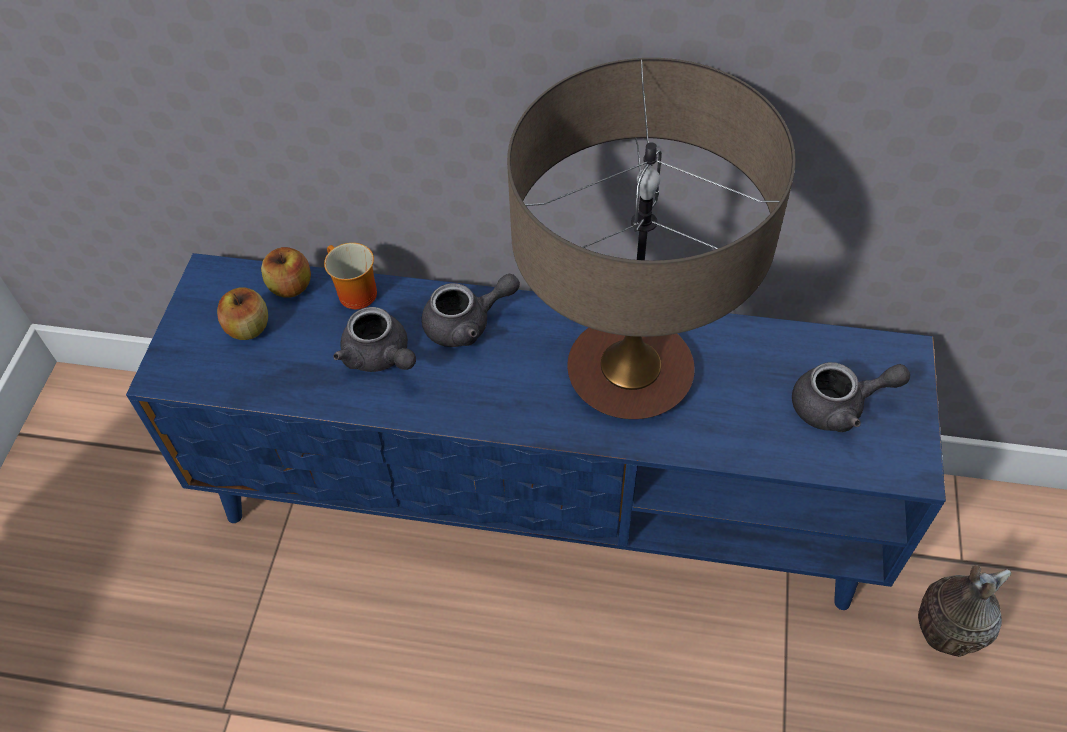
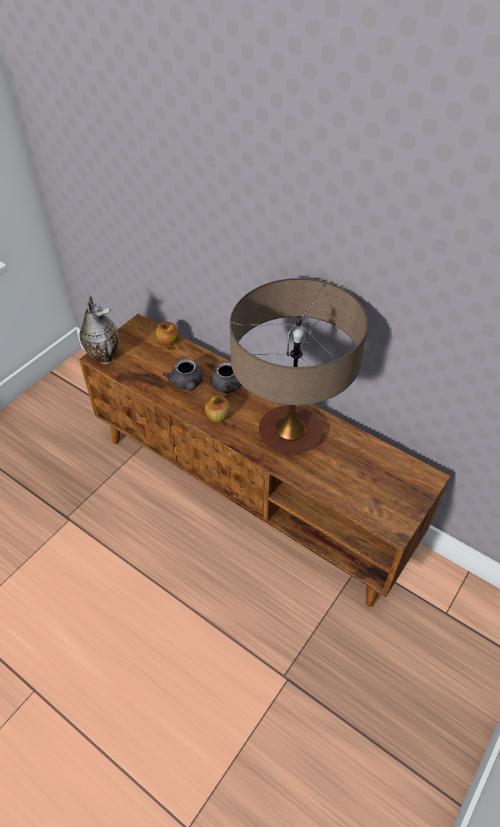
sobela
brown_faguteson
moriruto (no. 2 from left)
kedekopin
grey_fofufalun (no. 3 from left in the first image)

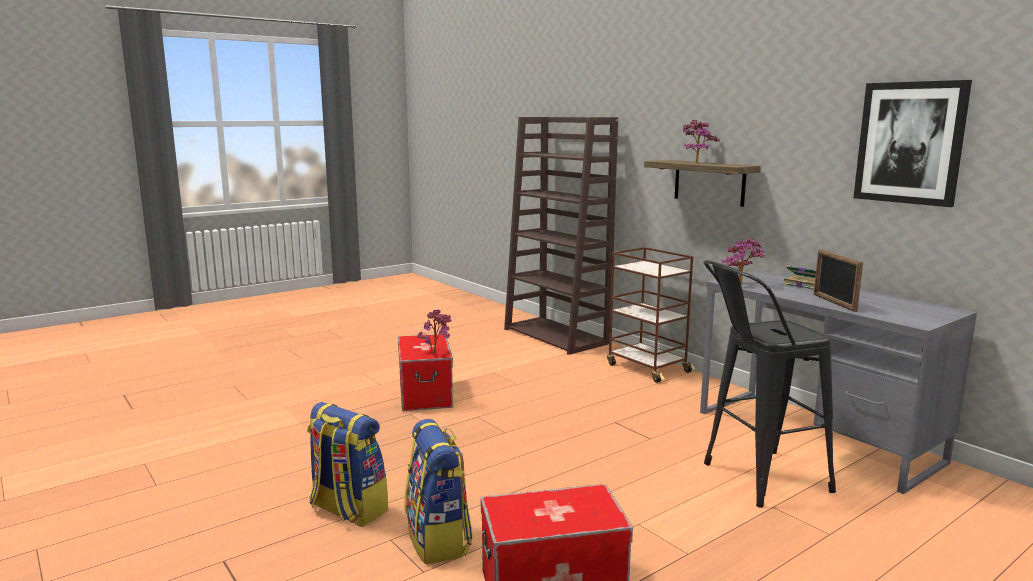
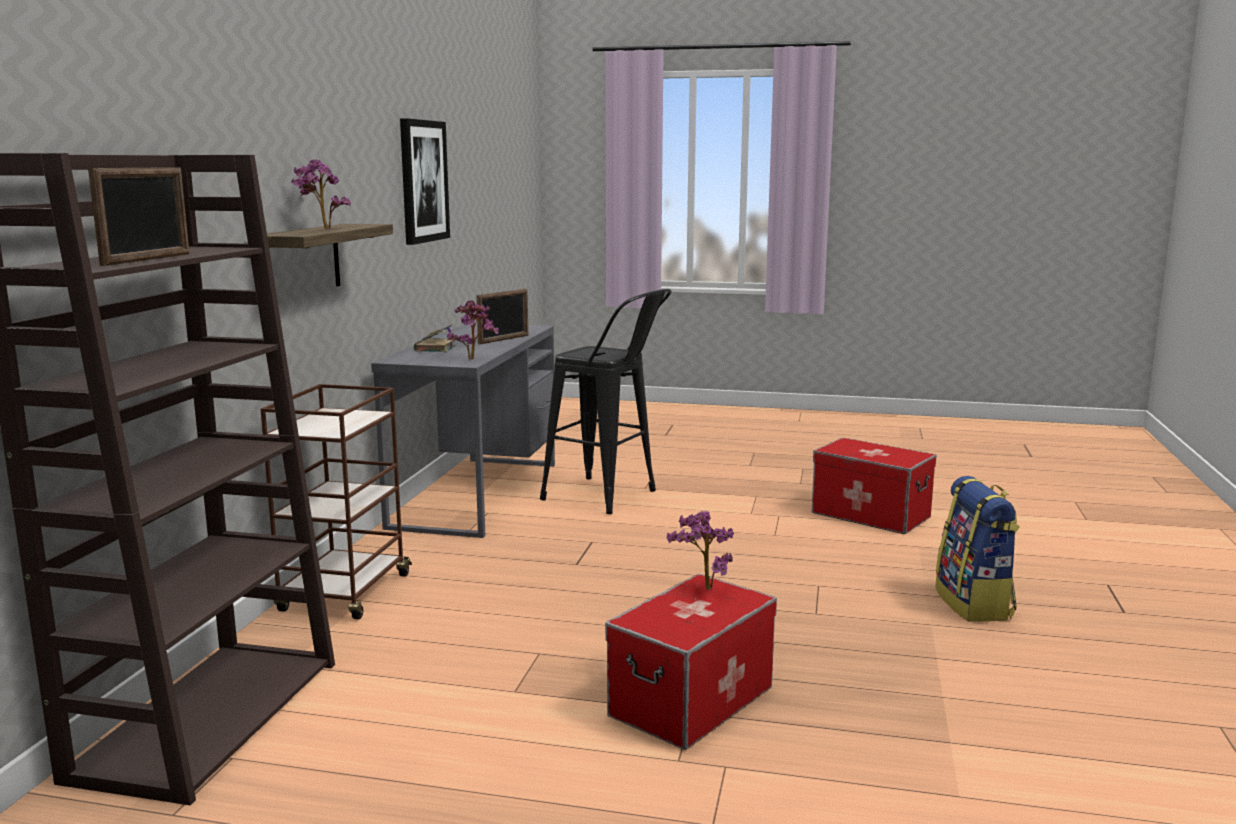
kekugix (no. 1 from left)
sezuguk (no. 2 from left in the first image)

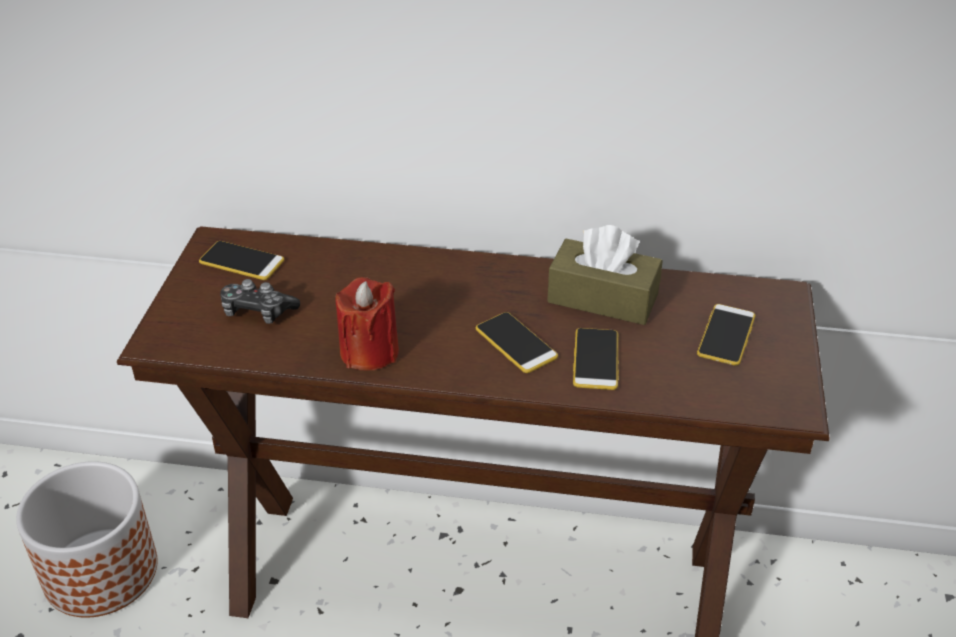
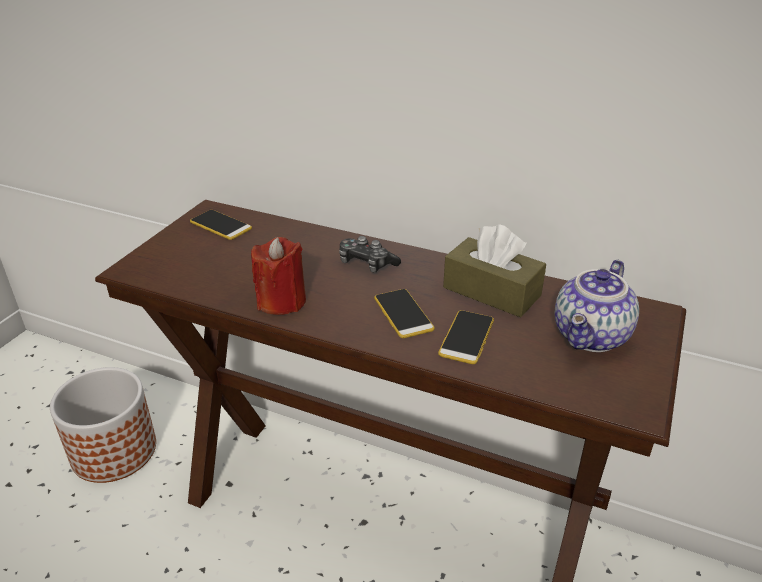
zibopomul
fofufalun

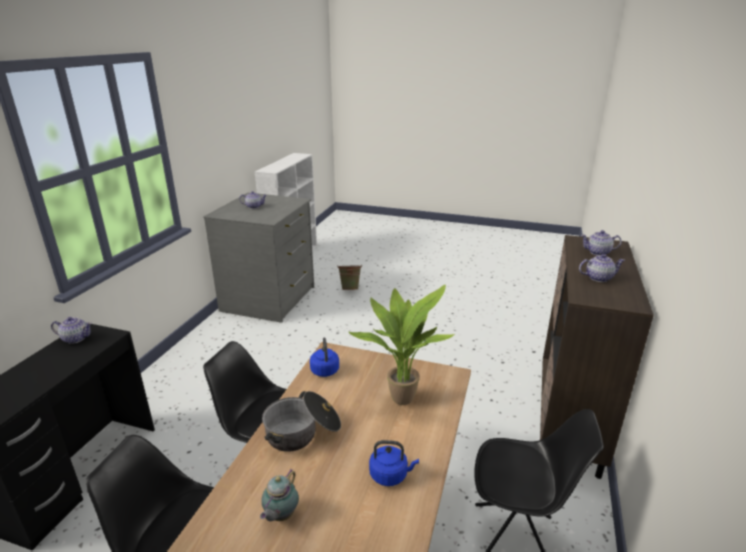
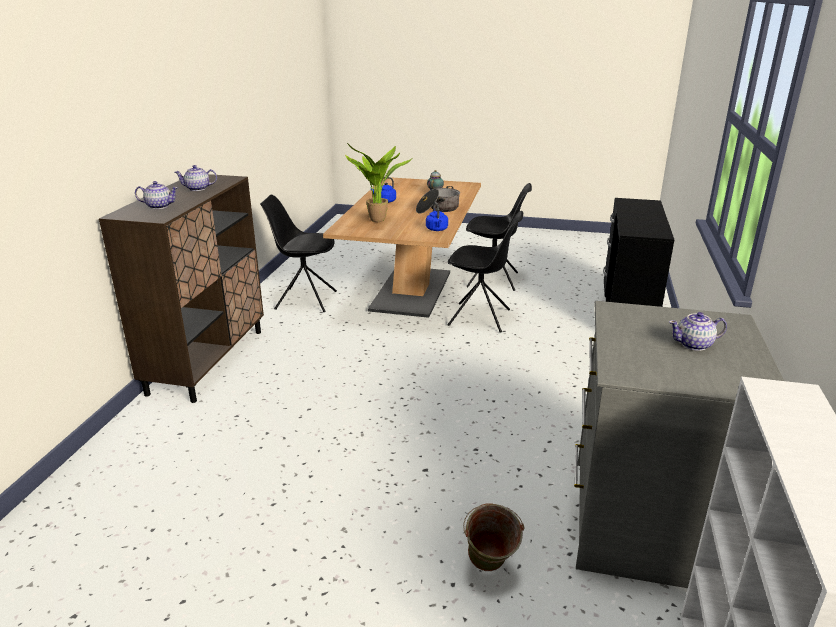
fofufalun (no. 1 from left in the first image)

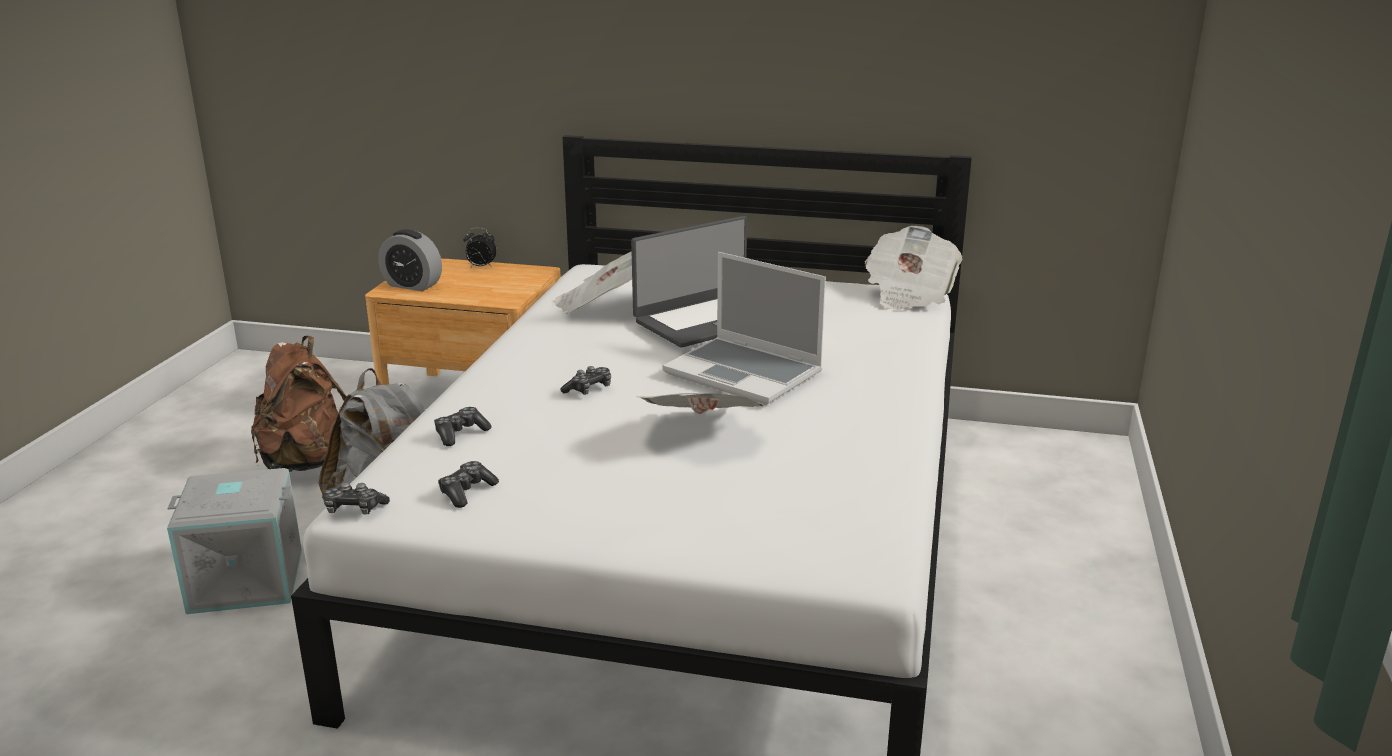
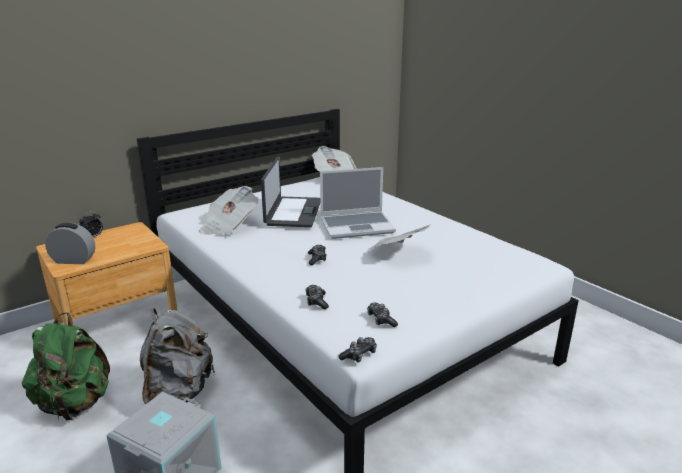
green_sezuguk
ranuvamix (no. 1 from left)

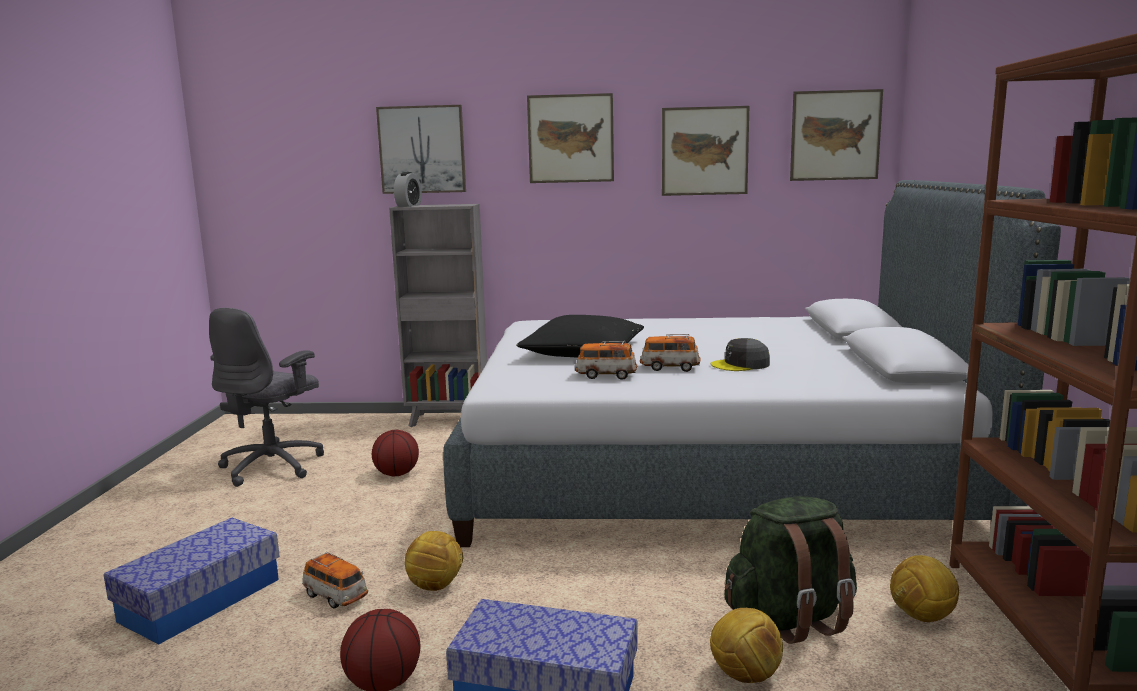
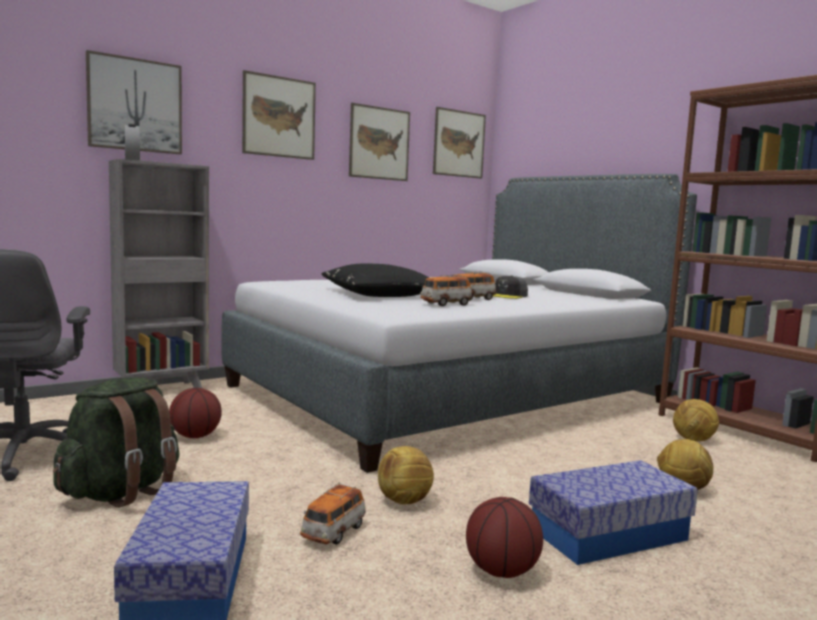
green_sezuguk
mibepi (no. 1 from left)

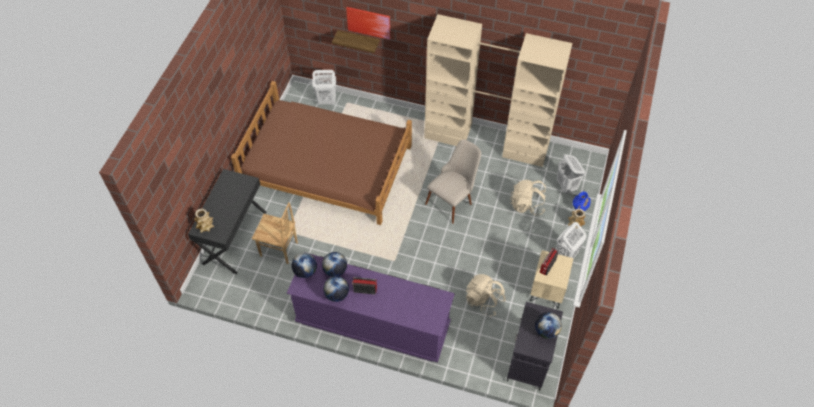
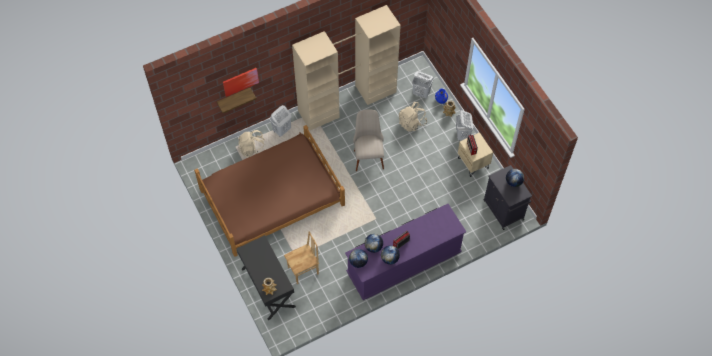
beige_sezuguk (no. 1 from left)
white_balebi (no. 1 from left)

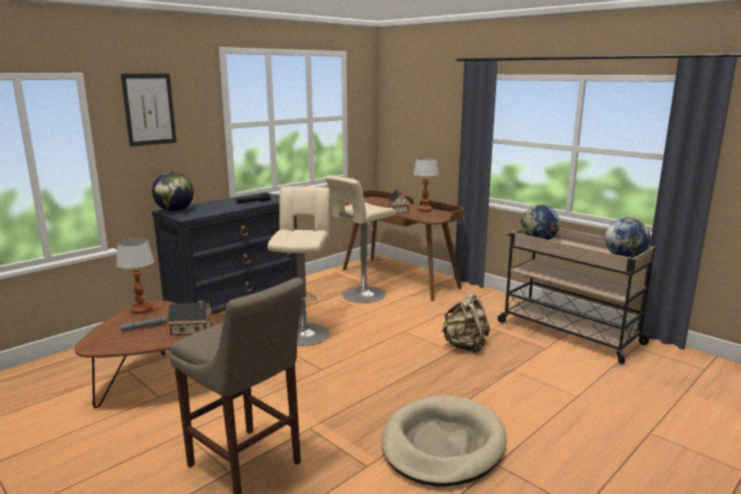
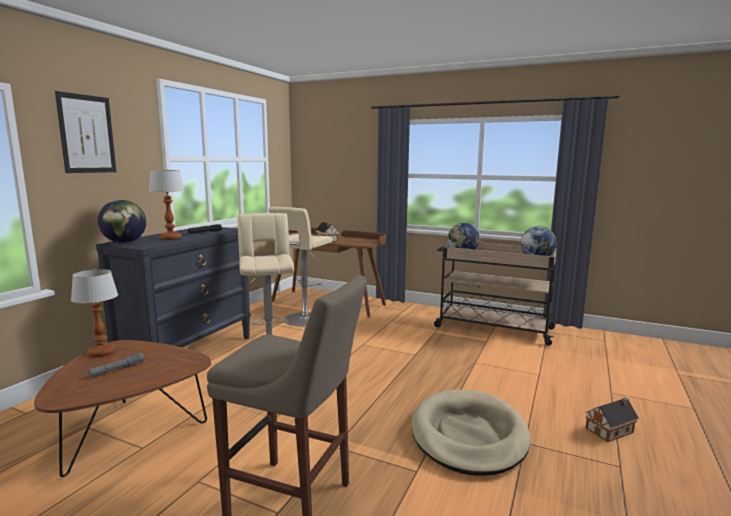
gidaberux (no. 2 from left)
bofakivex (no. 2 from left)
beige_sezuguk

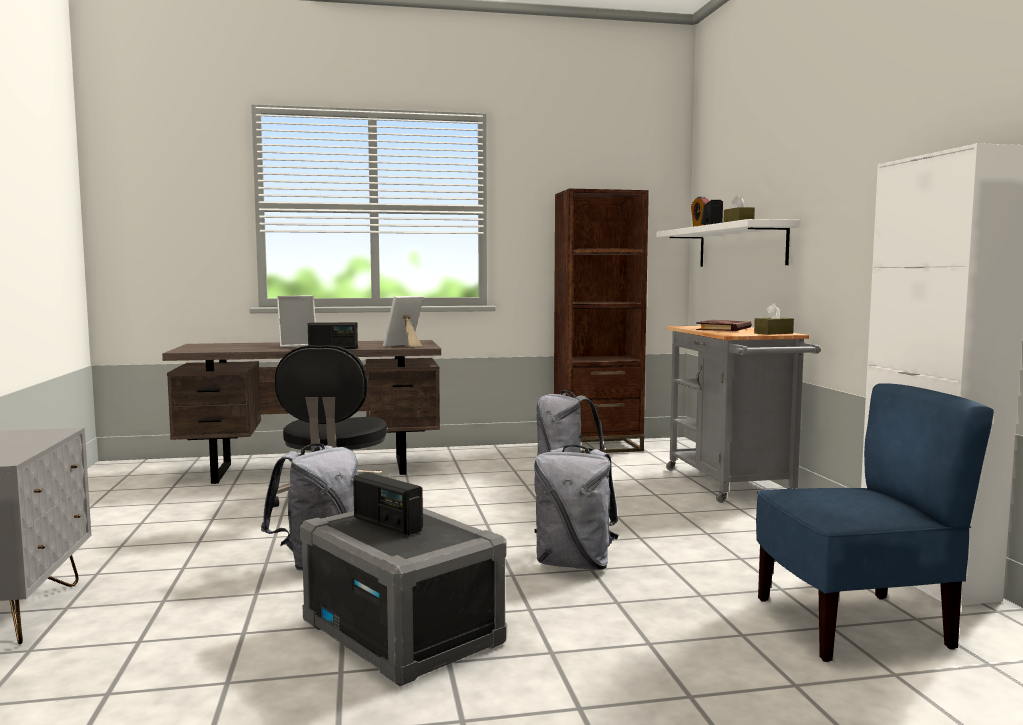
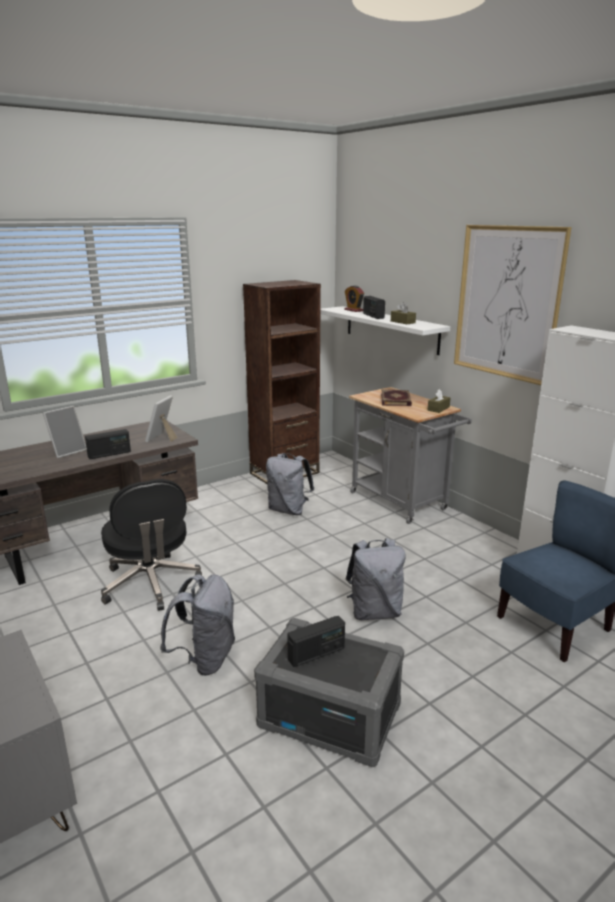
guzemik (no. 2 from left)
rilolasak

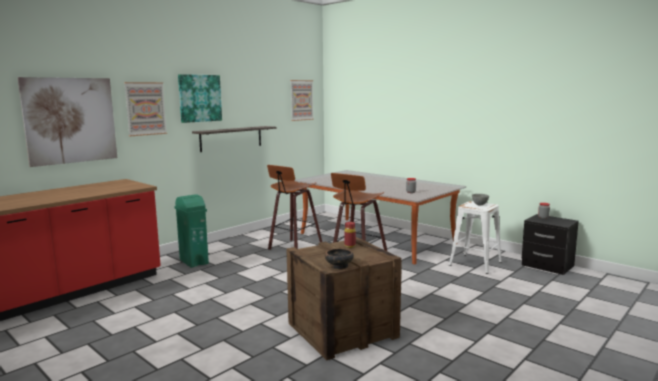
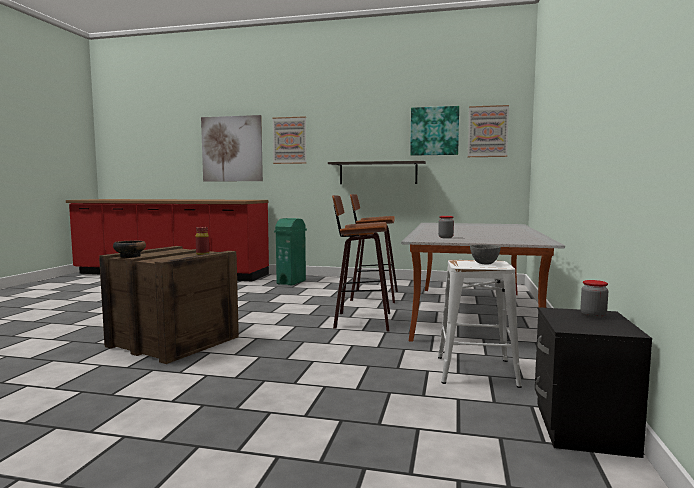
rilolasak (no. 3 from left)

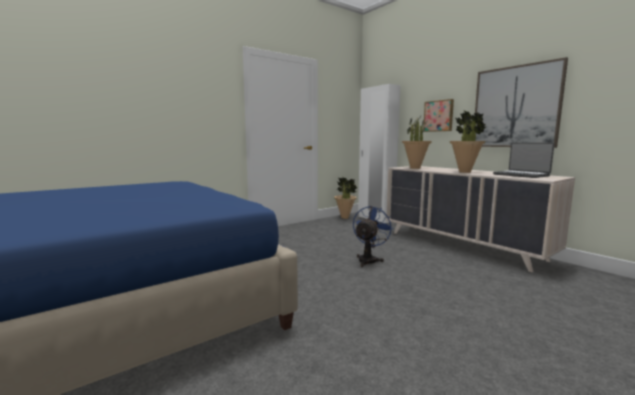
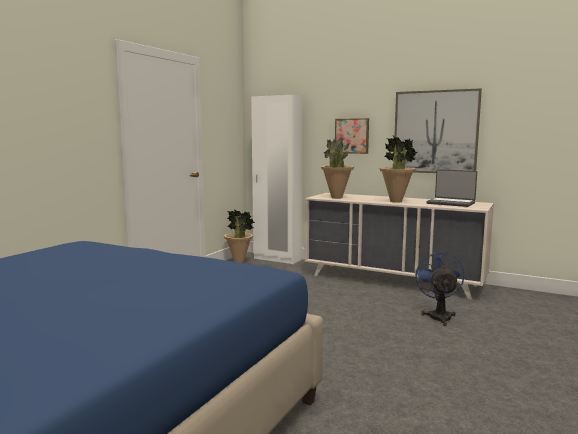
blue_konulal

